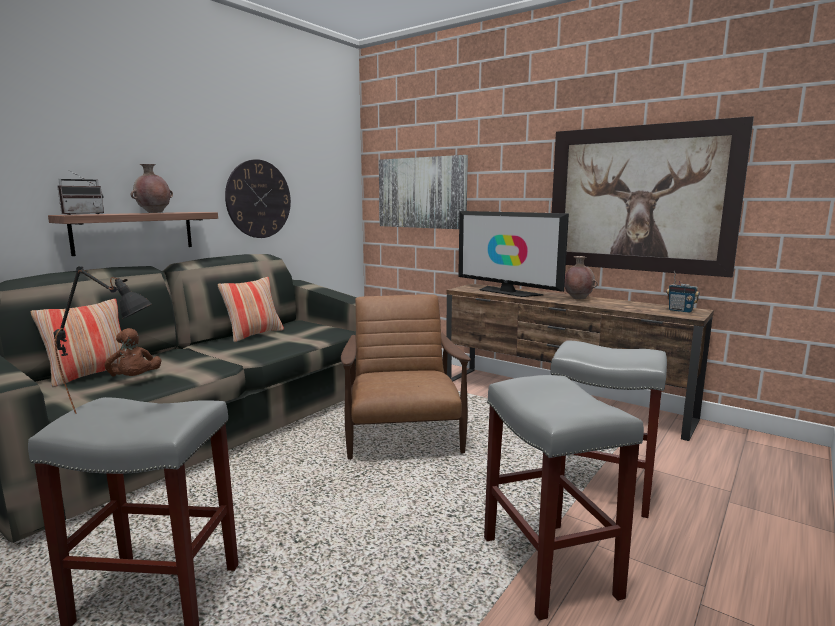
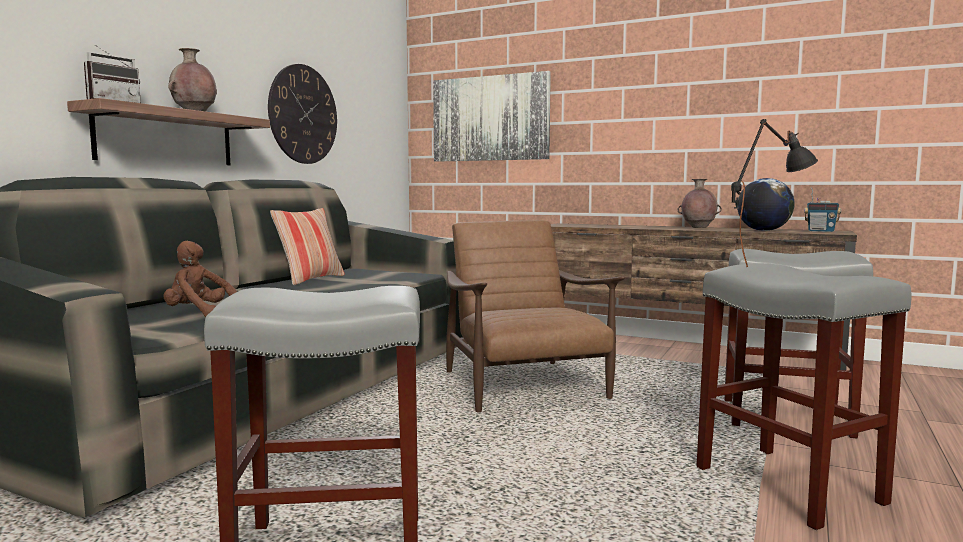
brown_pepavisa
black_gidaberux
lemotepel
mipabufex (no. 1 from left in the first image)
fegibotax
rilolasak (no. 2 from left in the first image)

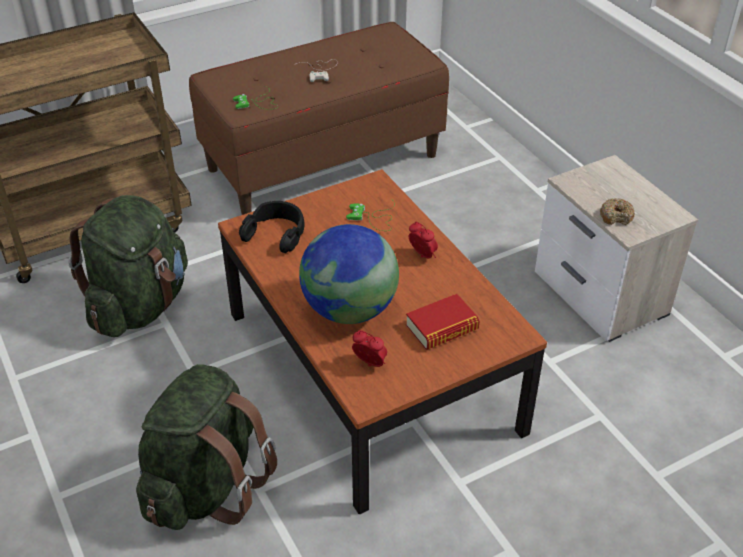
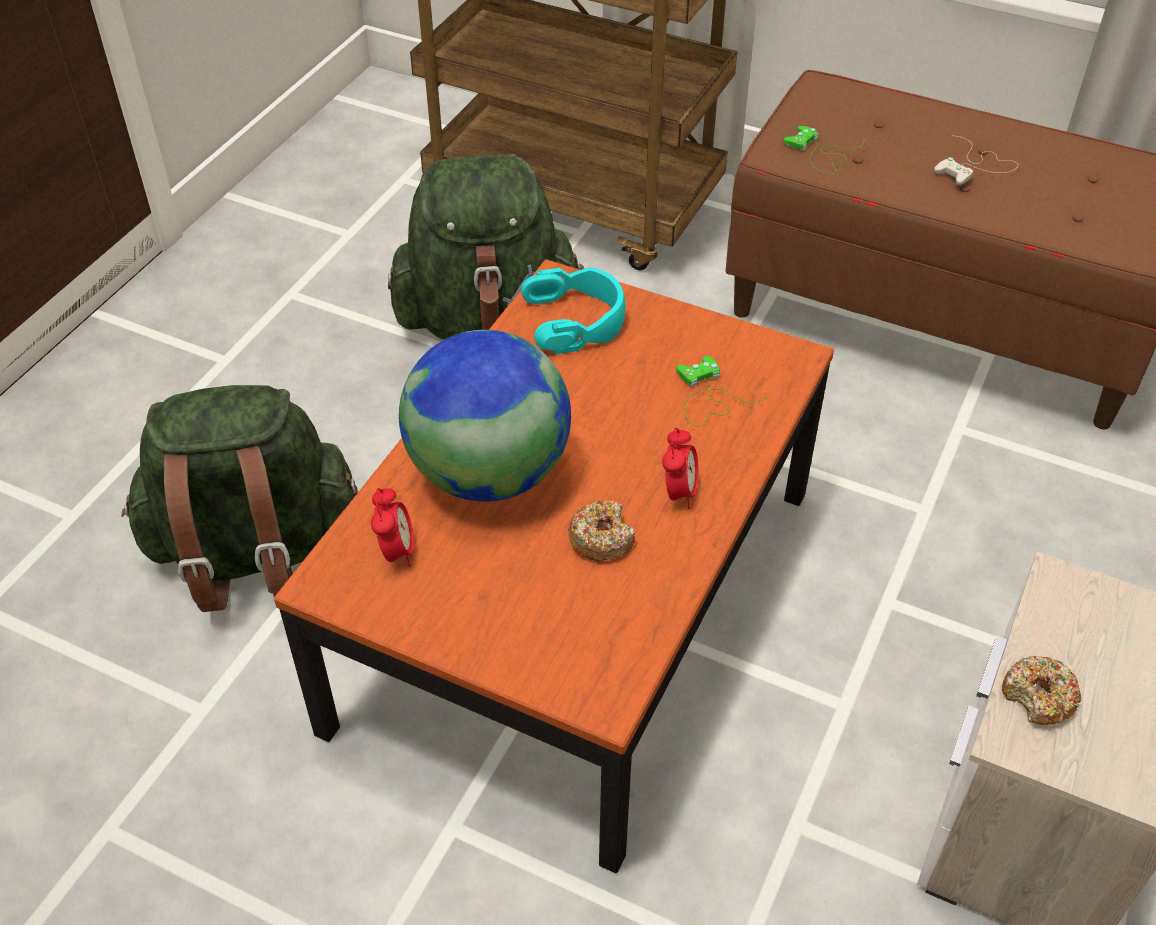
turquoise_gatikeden
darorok (no. 1 from left)
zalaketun

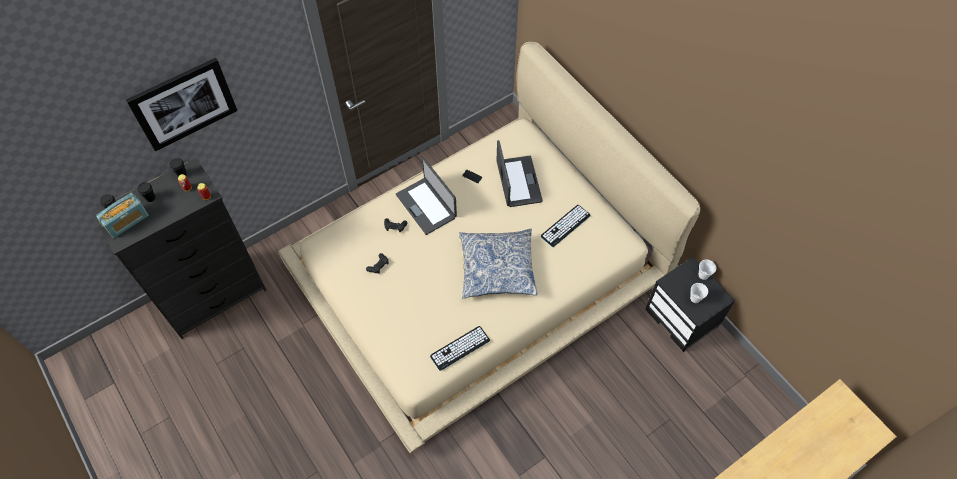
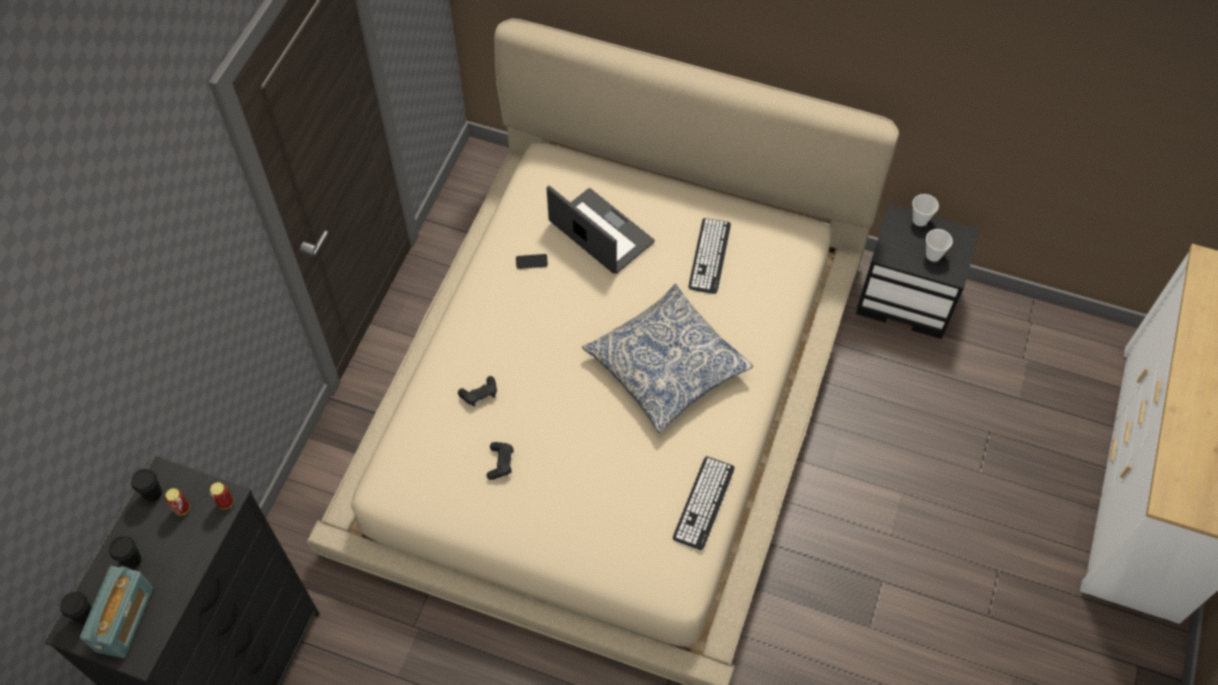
rilolasak
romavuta (no. 1 from left in the first image)

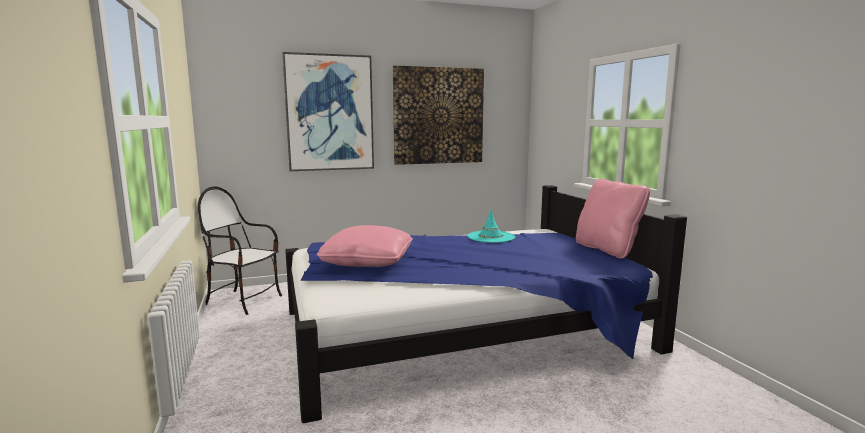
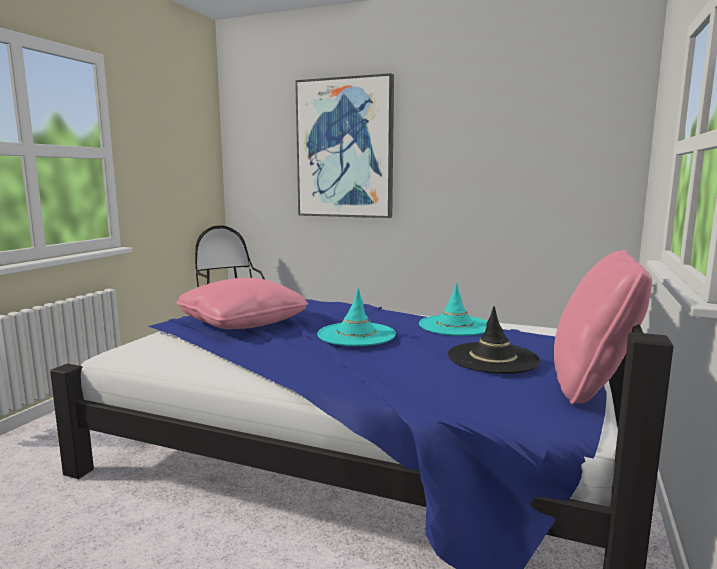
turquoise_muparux (no. 1 from left)
black_muparux
rilolasak (no. 2 from left in the first image)

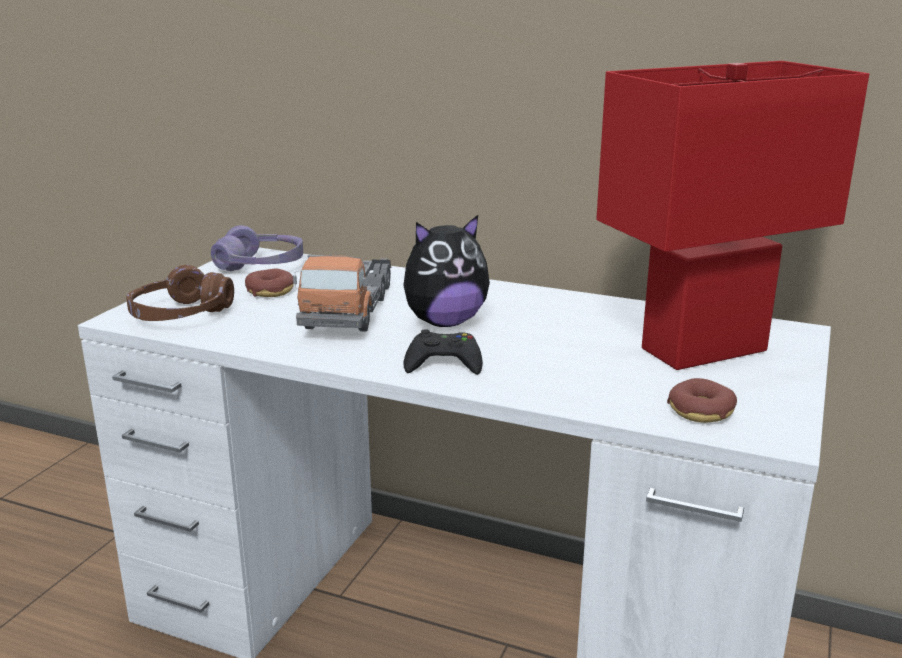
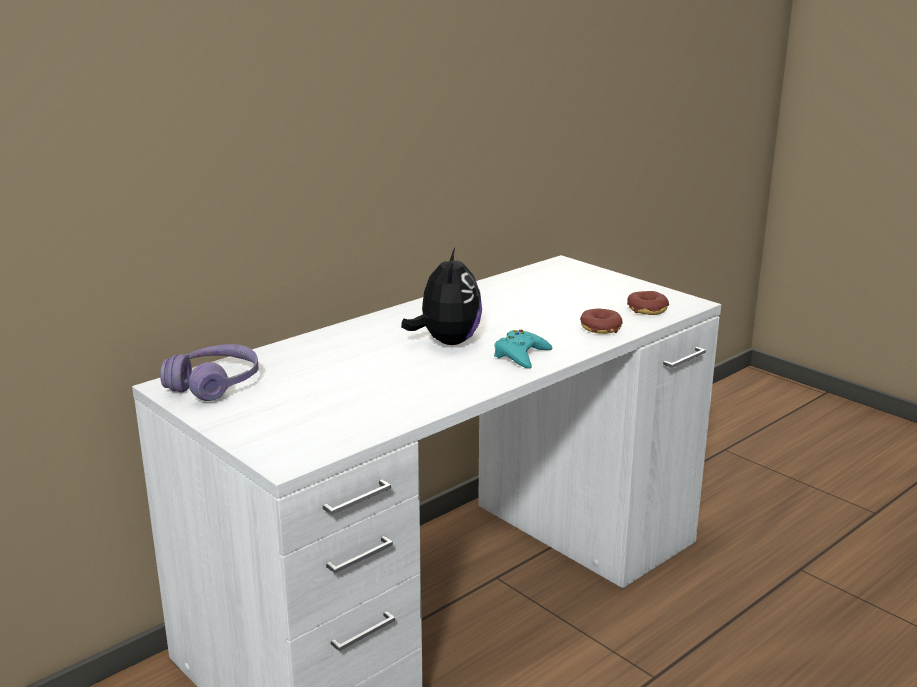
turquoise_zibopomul
darorok (no. 1 from left)
brown_gatikeden
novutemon
red_gidaberux

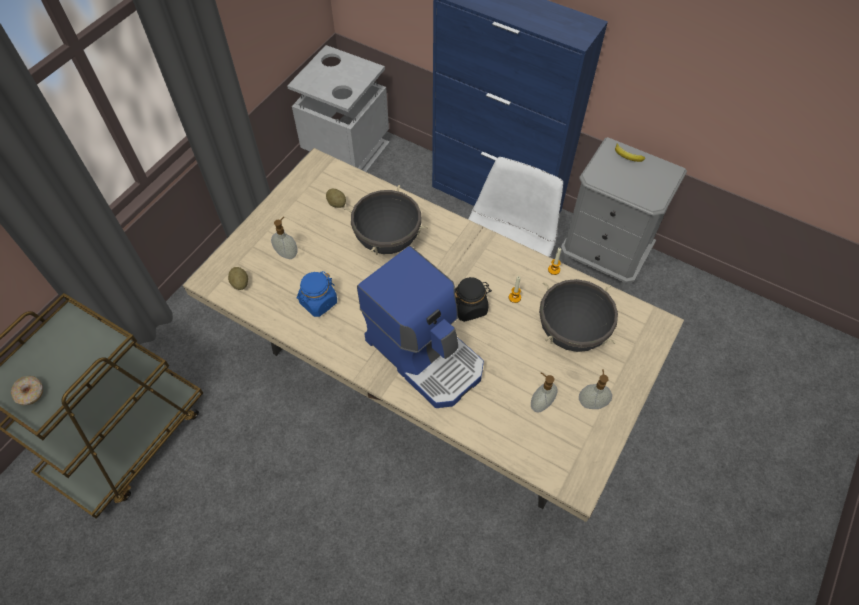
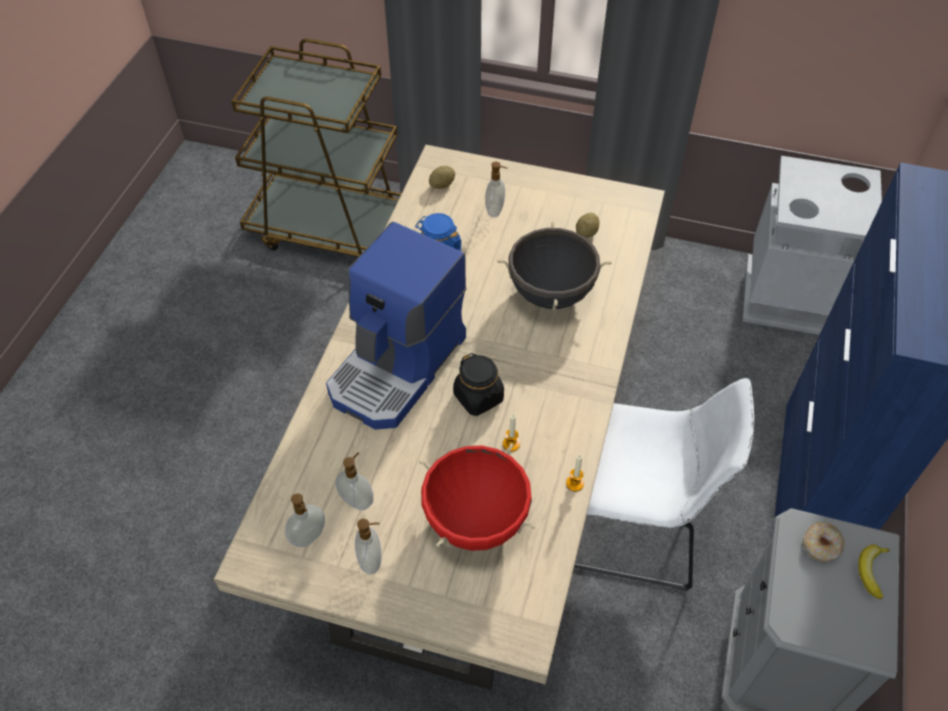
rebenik (no. 1 from left)
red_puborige
darorok

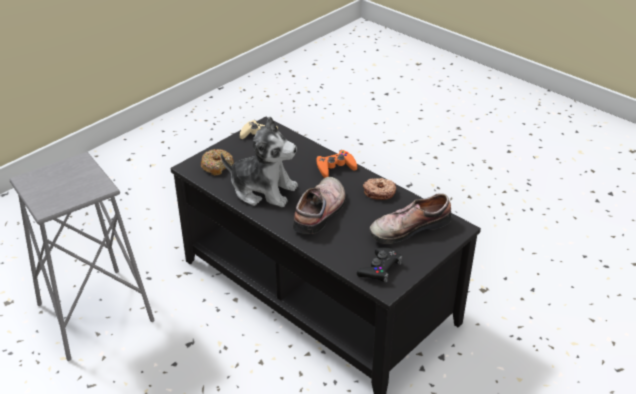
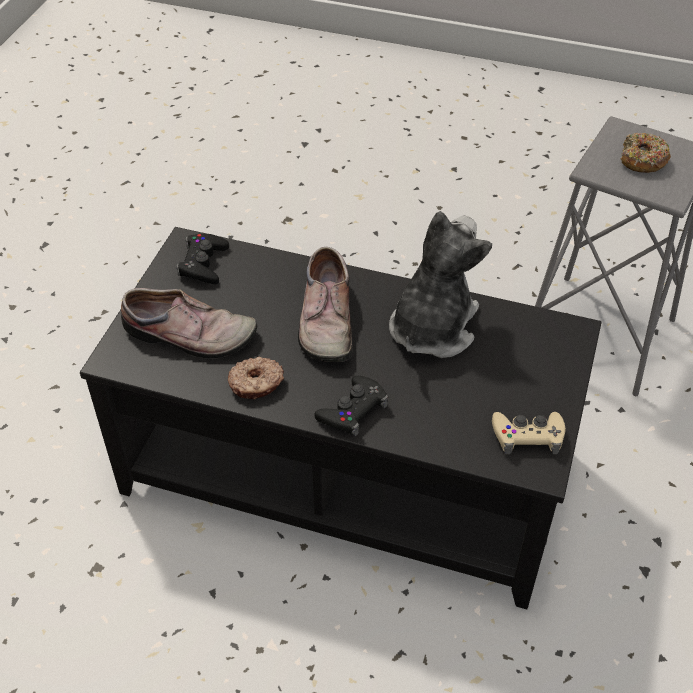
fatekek (no. 1 from left)
black_zibopomul (no. 2 from left)
pepavisa
darorok (no. 2 from left)

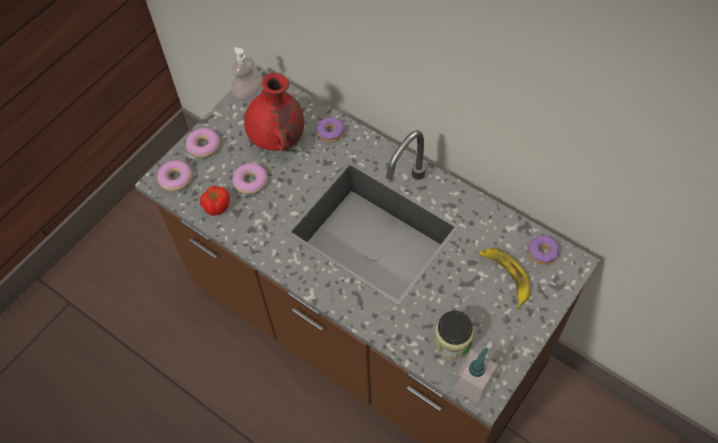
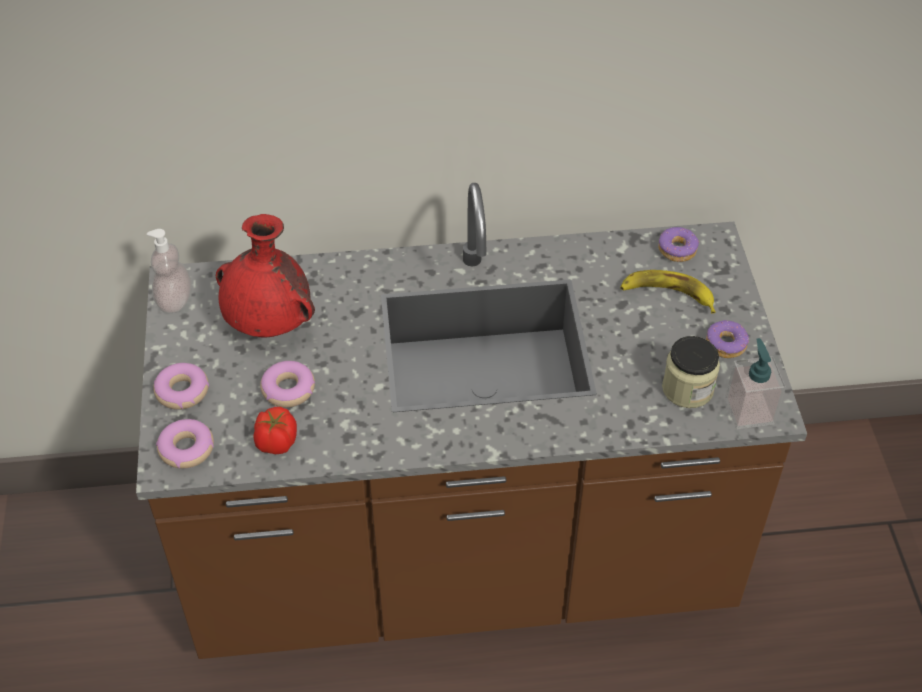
darorok (no. 5 from left)

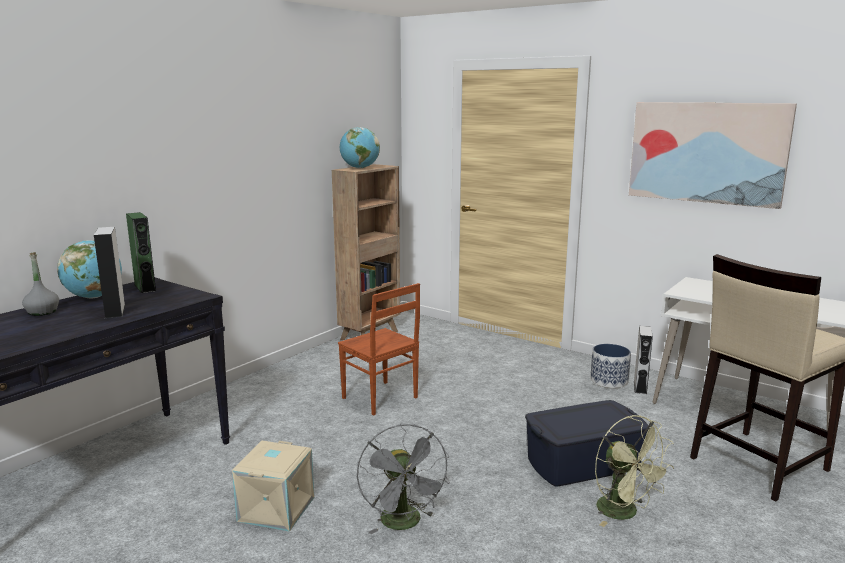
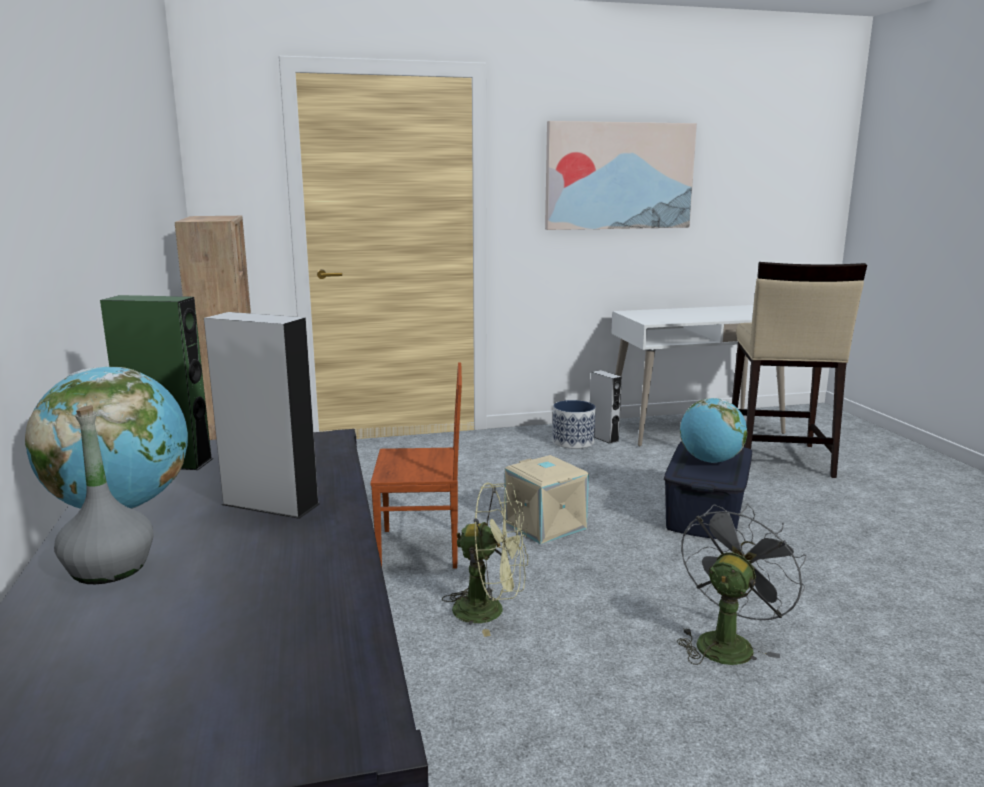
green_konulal
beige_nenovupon
grey_konulal
lemotepel (no. 2 from left)

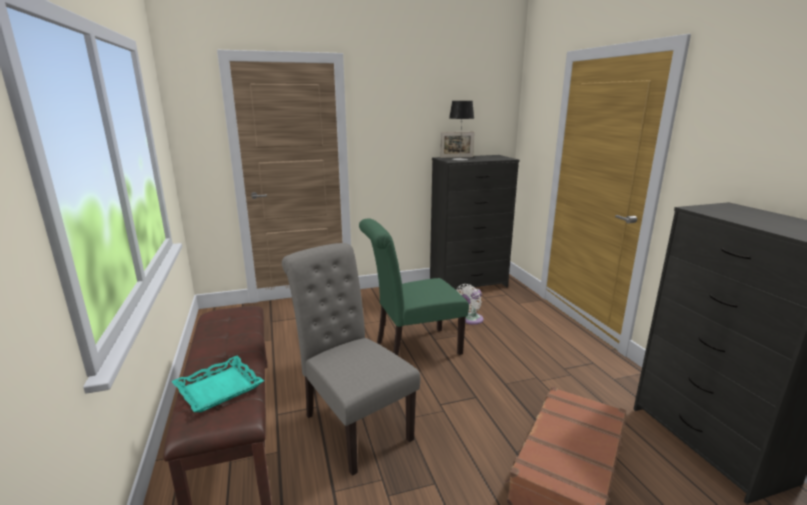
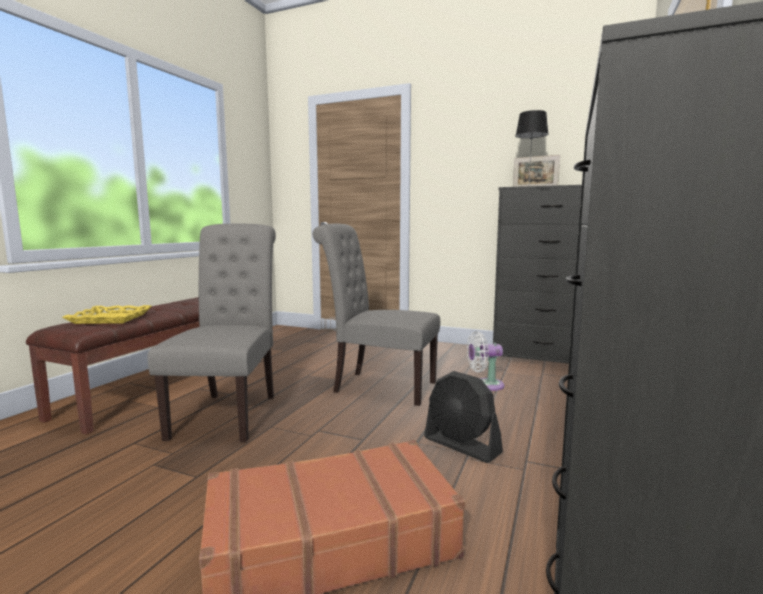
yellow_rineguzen
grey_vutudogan (no. 2 from left)
black_konulal

